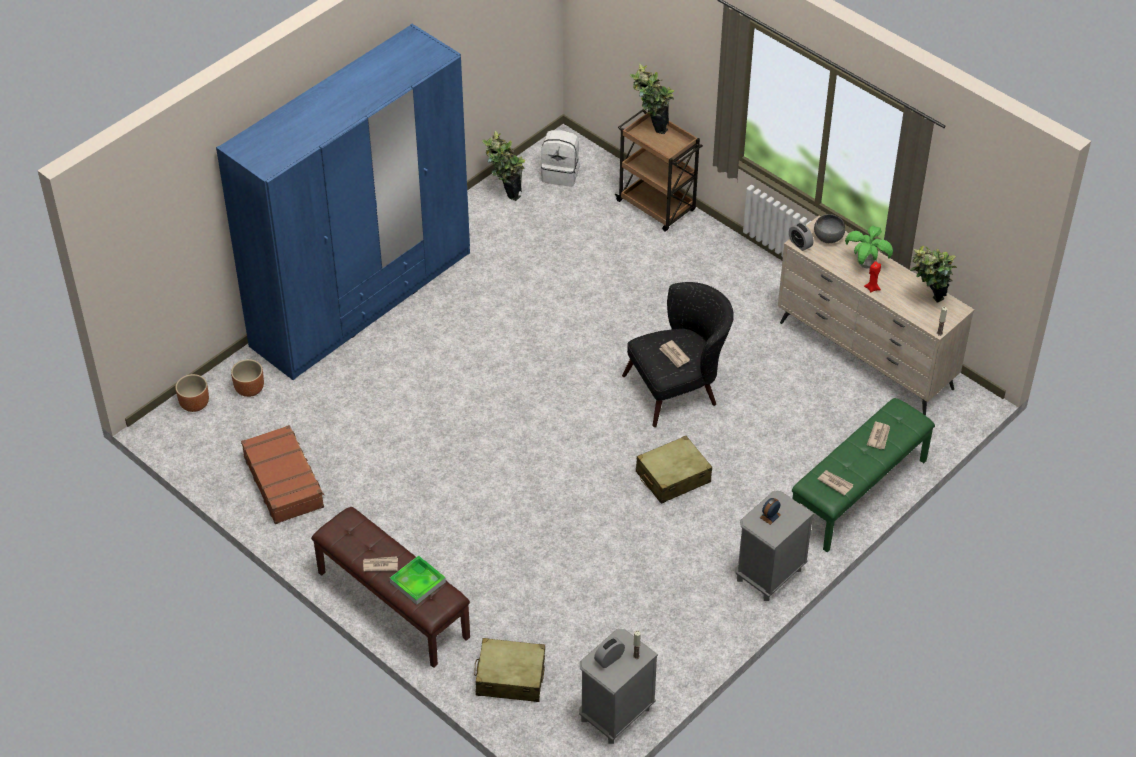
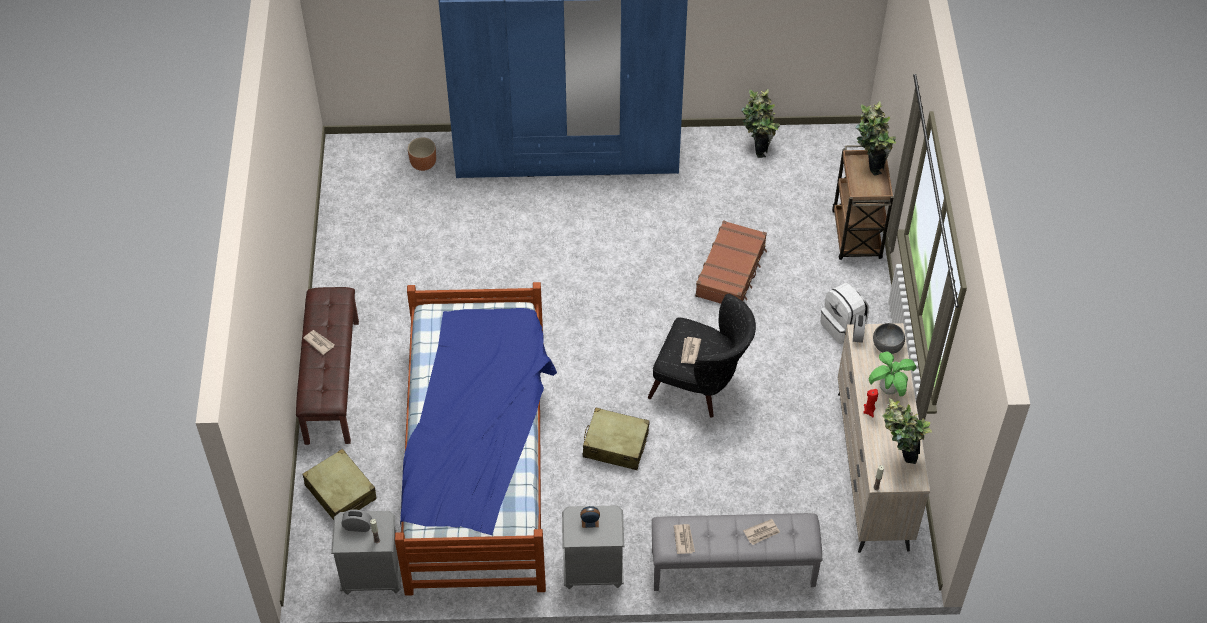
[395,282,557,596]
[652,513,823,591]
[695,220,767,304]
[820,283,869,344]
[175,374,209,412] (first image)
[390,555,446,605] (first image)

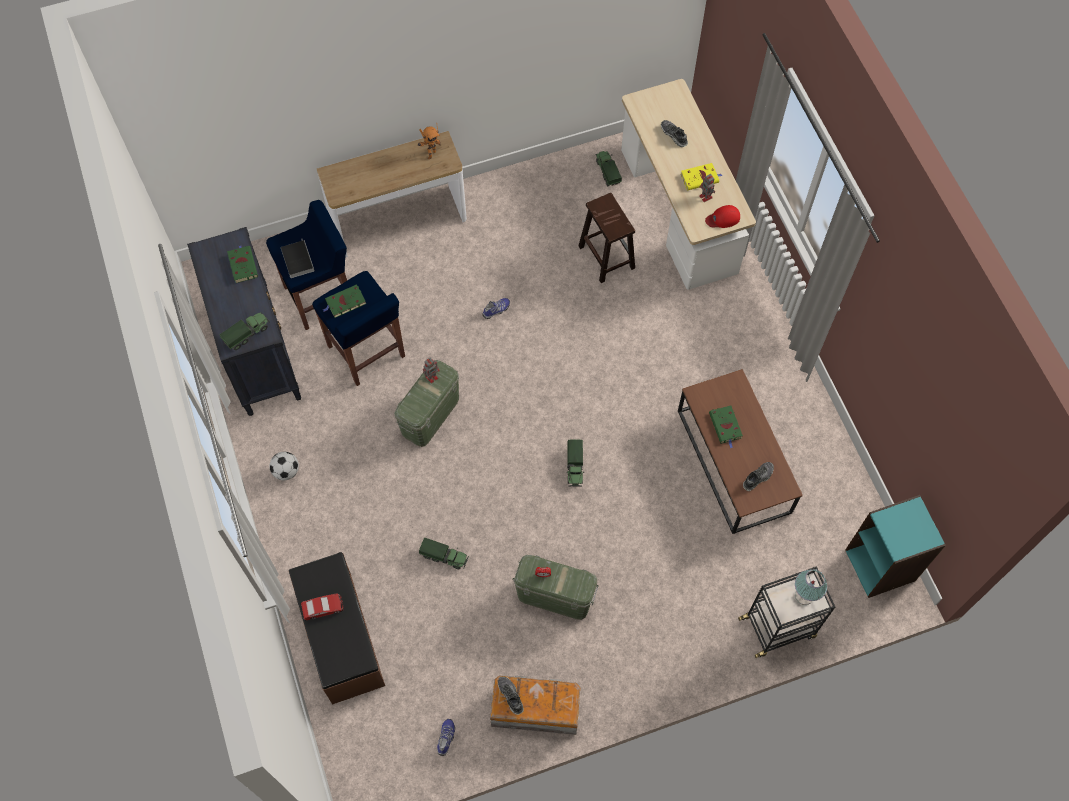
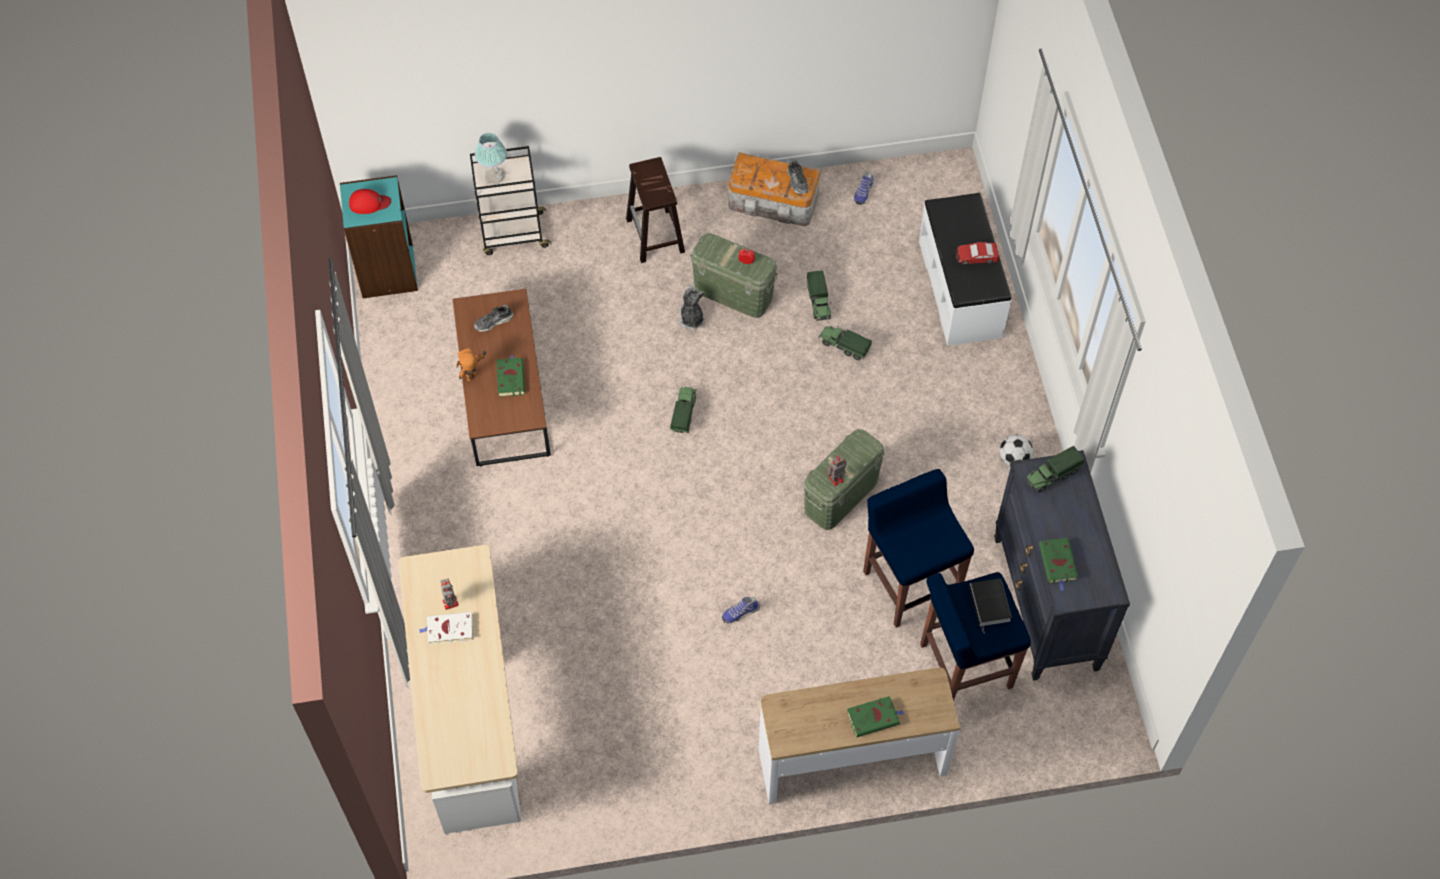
[349,189,391,214]
[419,612,473,645]
[456,348,486,381]
[626,157,685,263]
[678,285,705,330]
[807,270,831,321]
[847,696,904,737]
[919,193,1011,346]
[661,120,688,147] (first image)

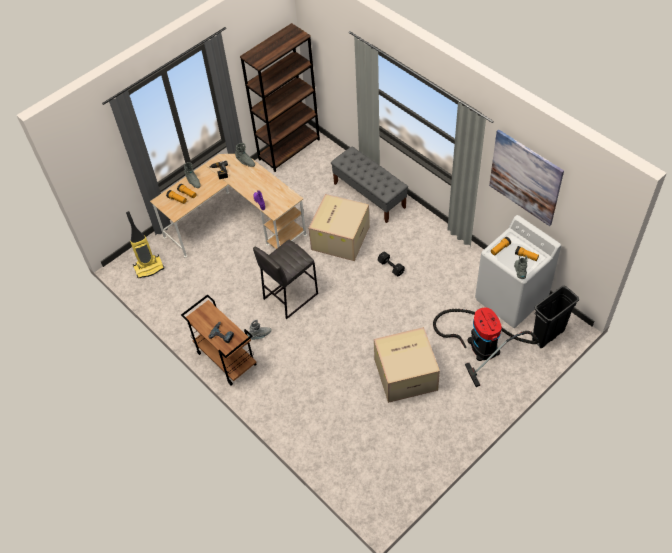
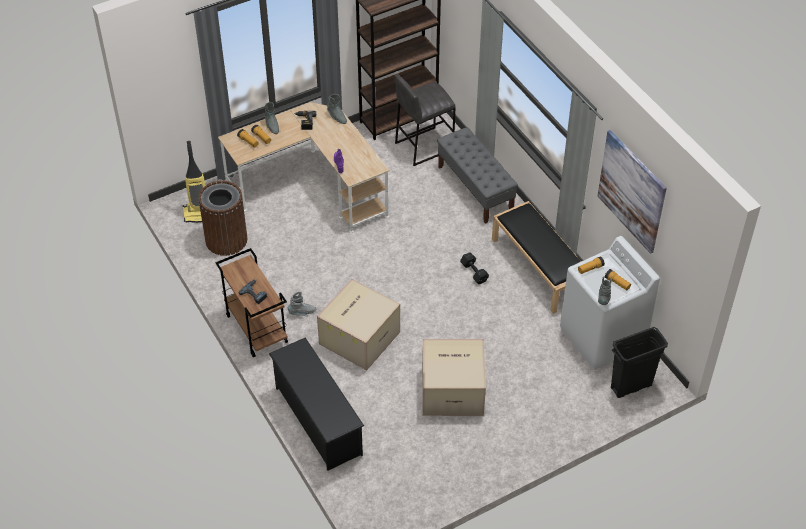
[198,181,247,256]
[269,338,364,471]
[317,279,400,370]
[395,74,455,166]
[492,201,581,314]
[433,307,539,387] (first image)

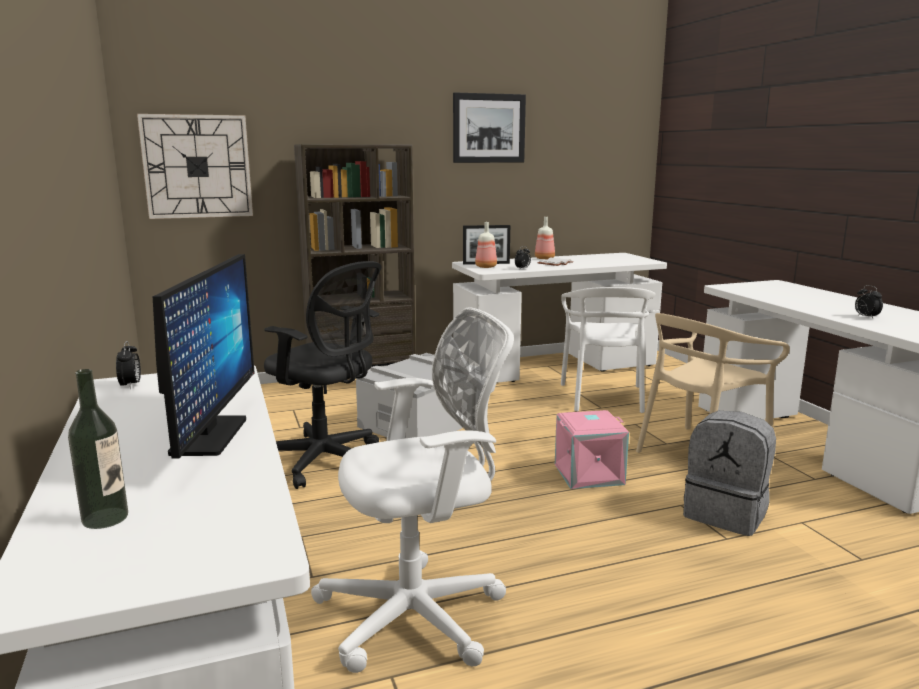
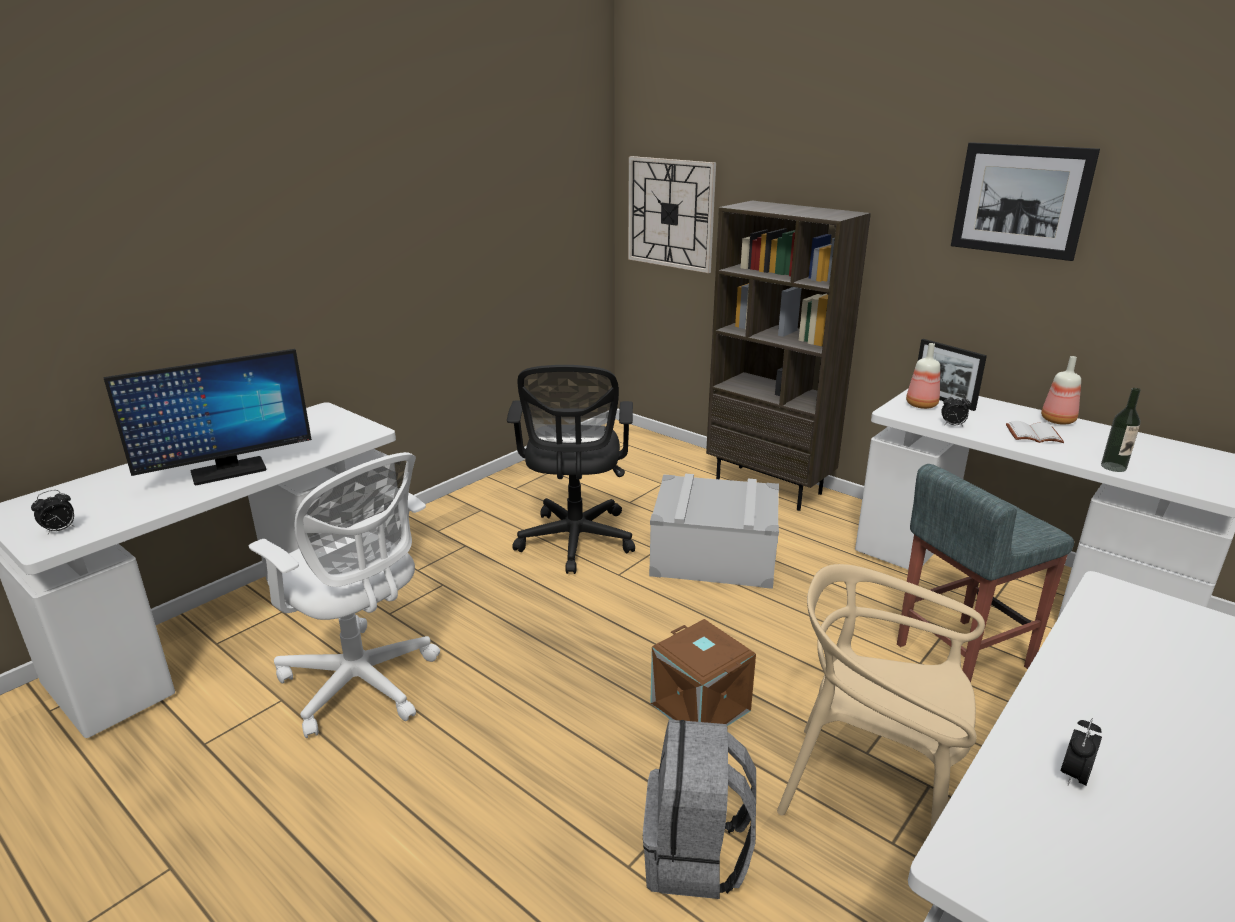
[31,490,74,535]
[650,619,756,726]
[897,464,1074,682]
[1101,388,1141,472]

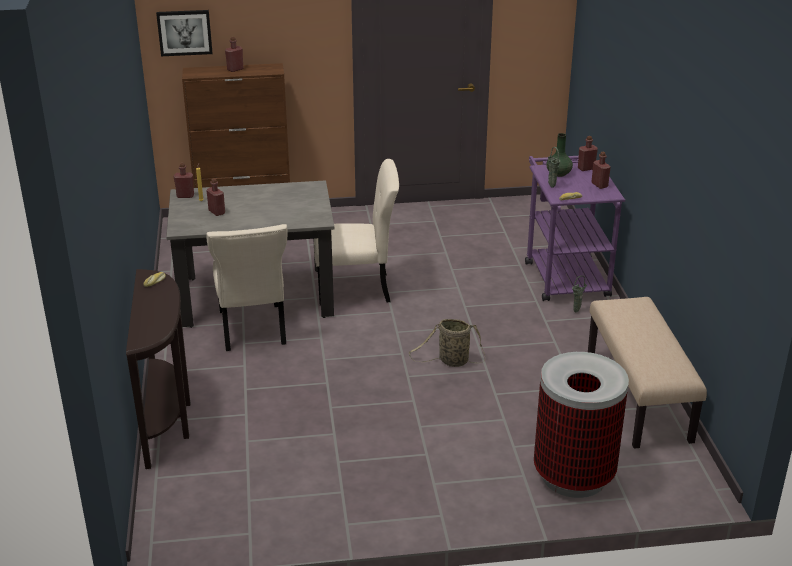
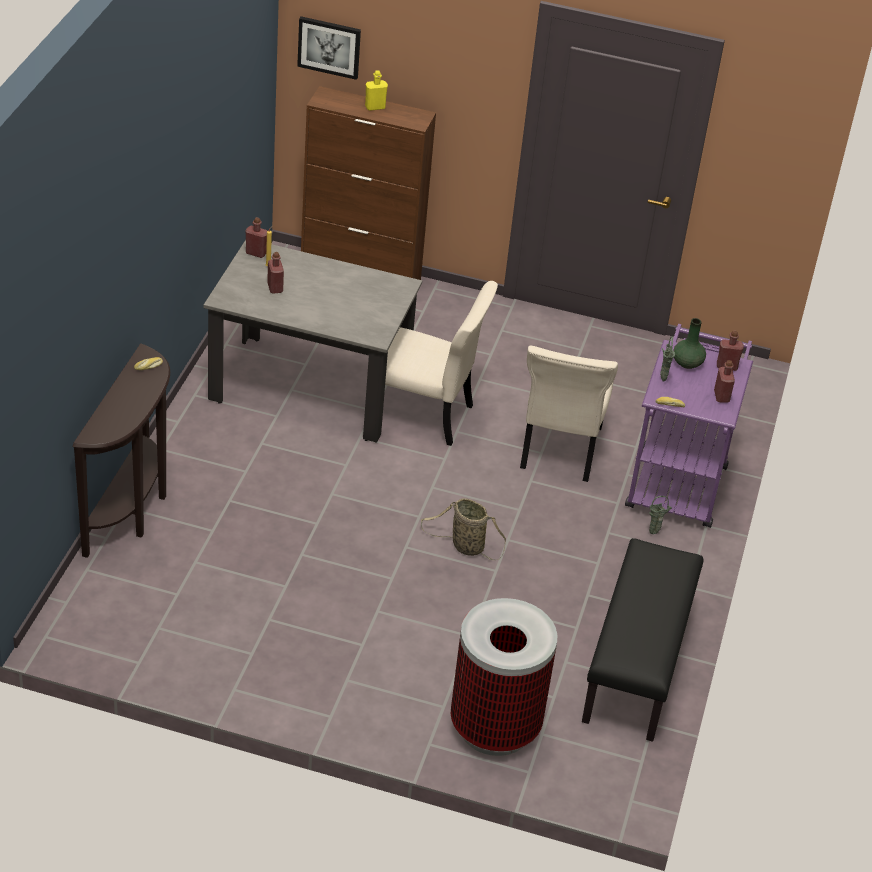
[365,70,388,111]
[520,346,618,482]
[582,538,703,742]

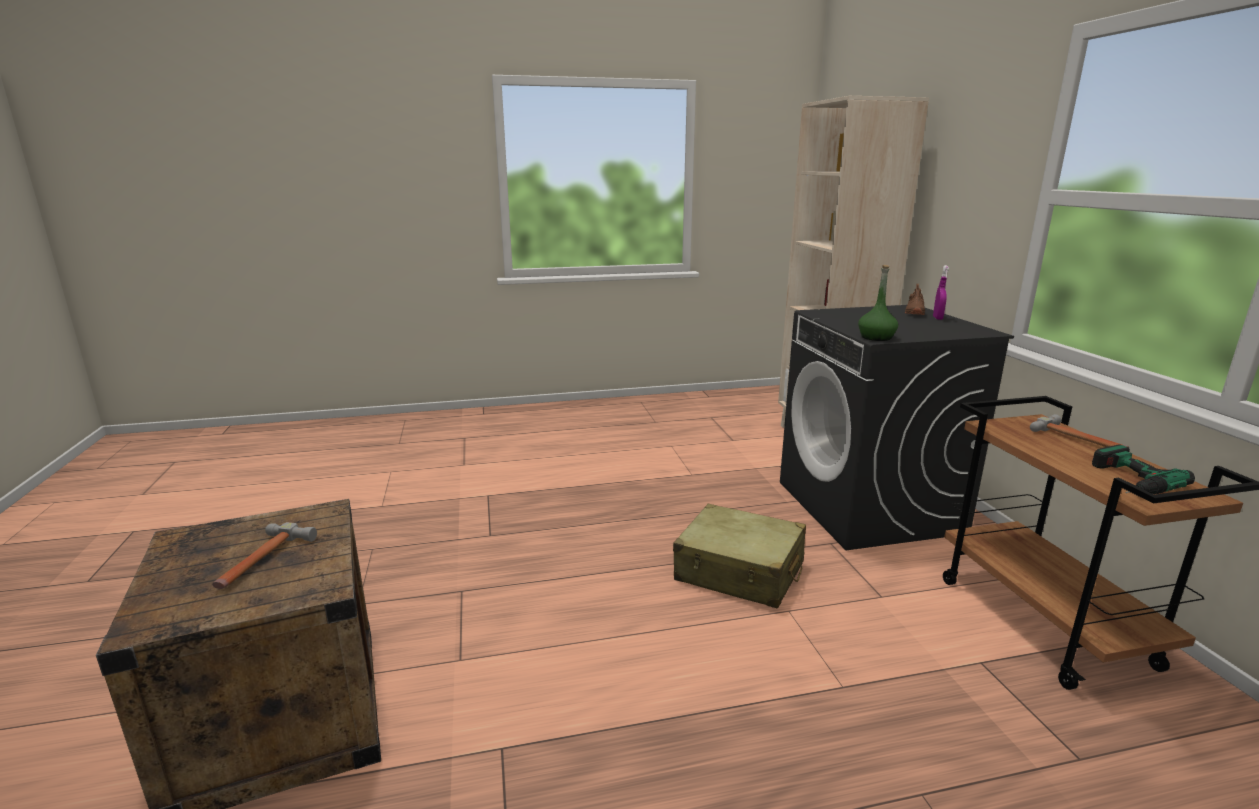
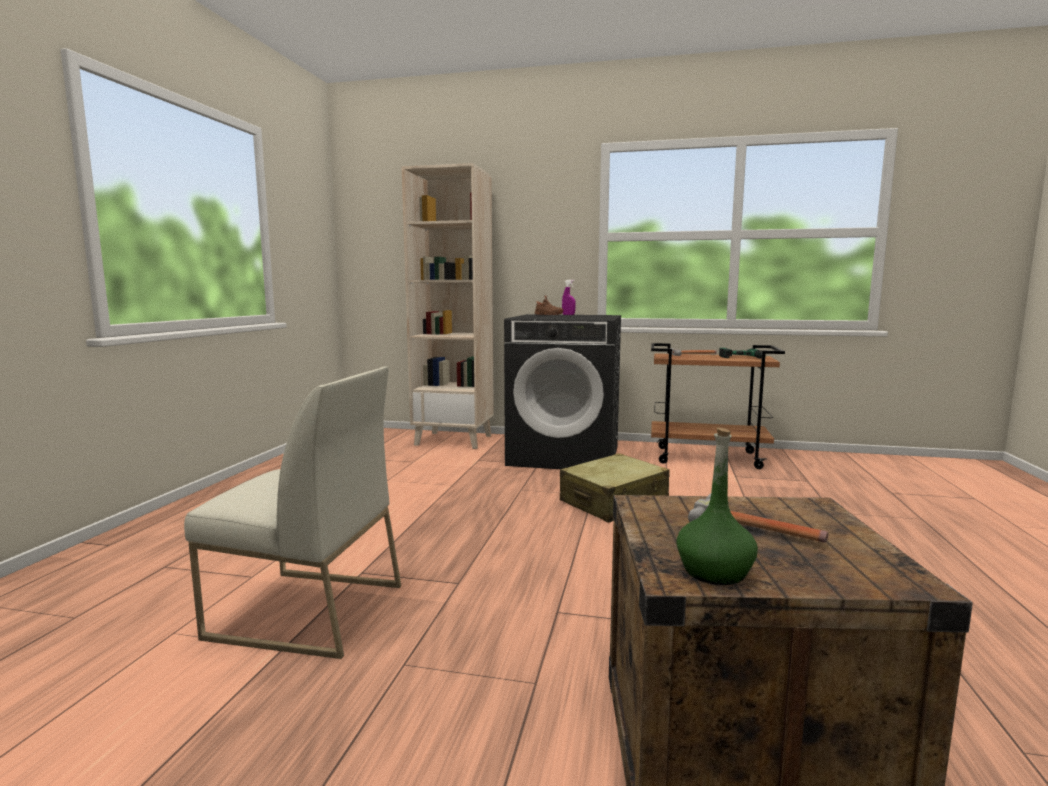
[184,367,401,659]
[676,428,758,585]

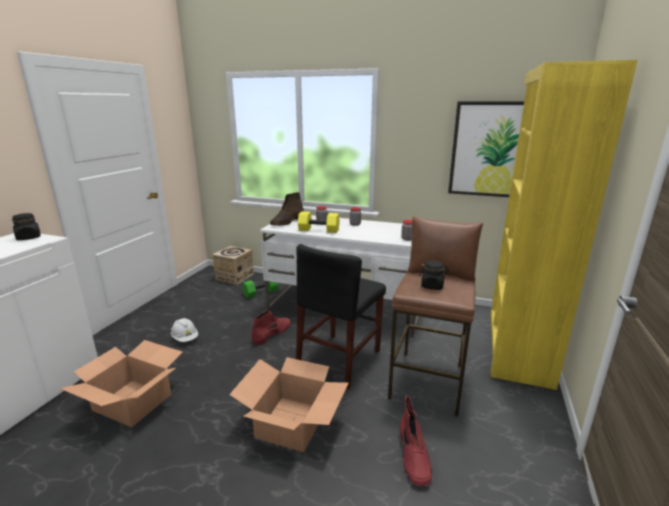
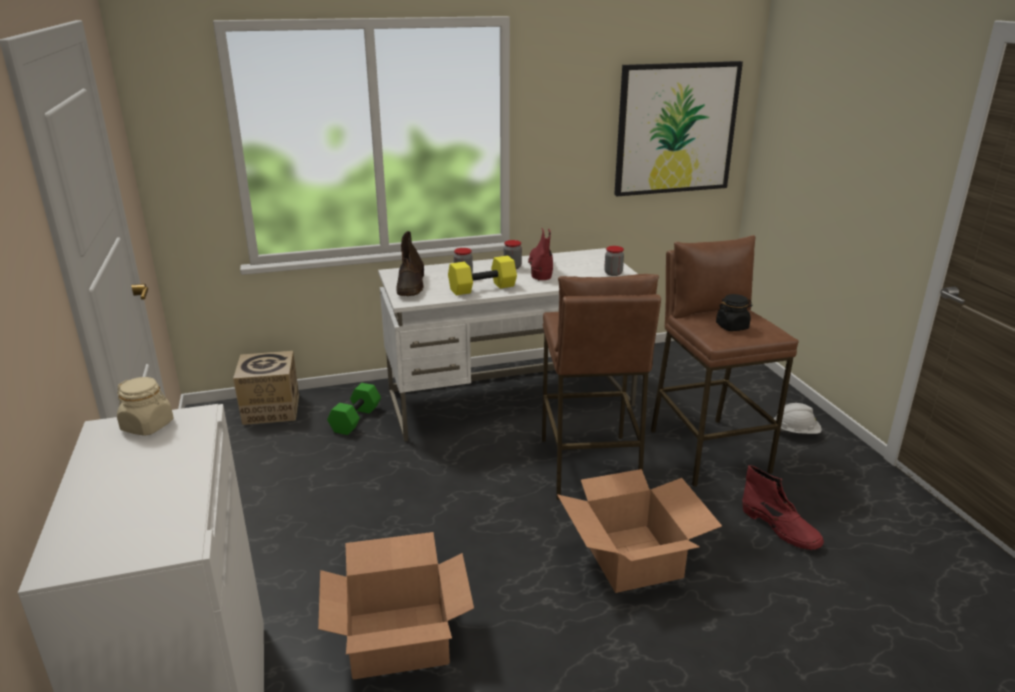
[117,377,173,436]
[528,228,553,281]
[542,274,661,500]
[774,403,822,434]
[491,60,638,390] (first image)

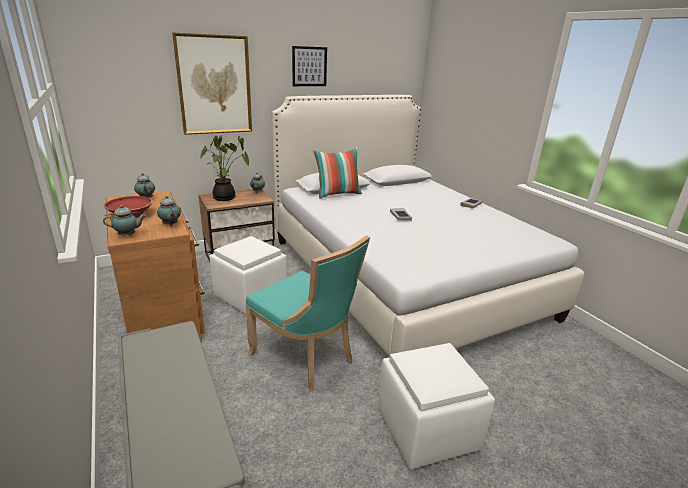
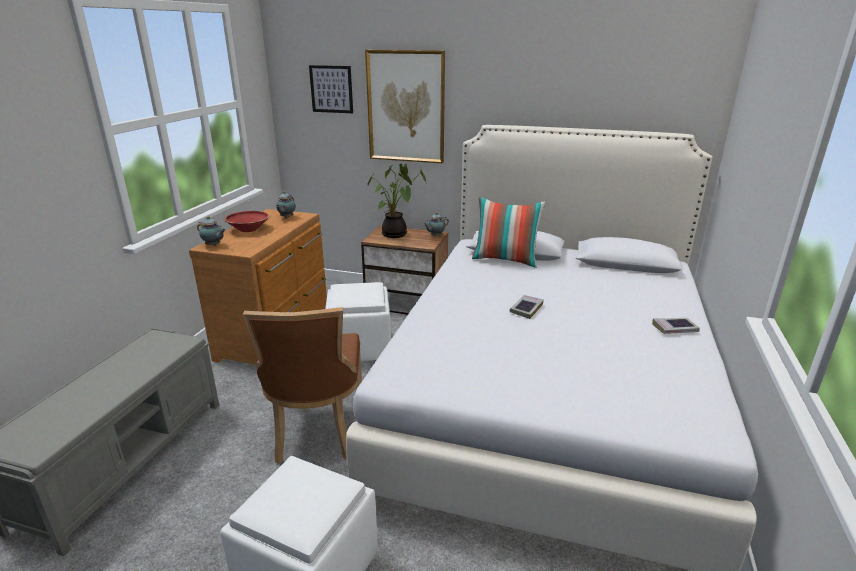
[243,307,362,464]
[309,65,353,113]
[157,195,181,226] (first image)

